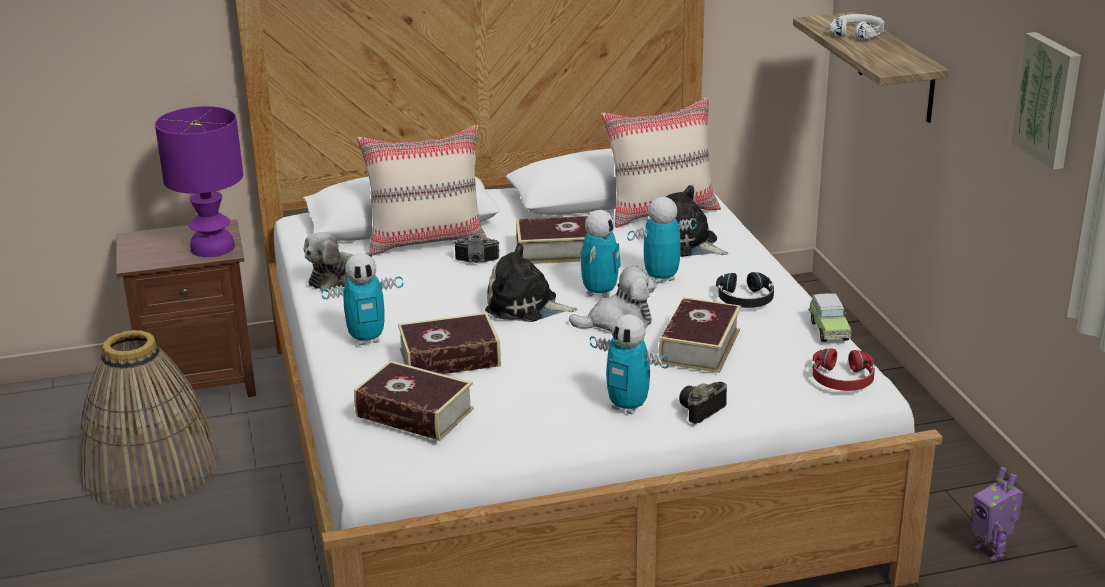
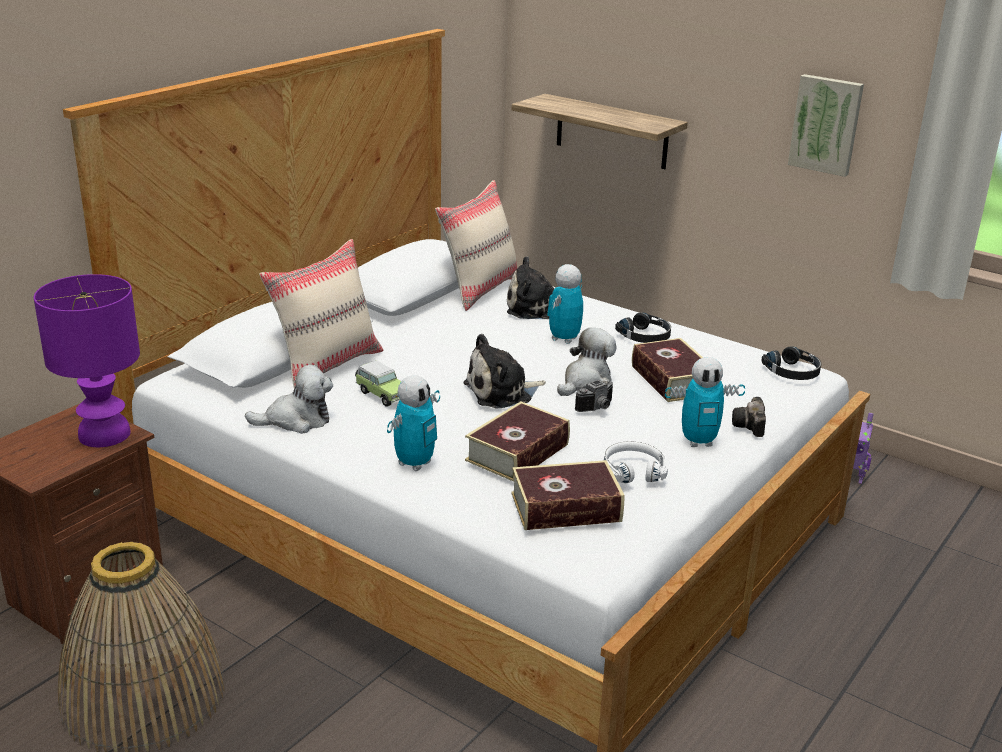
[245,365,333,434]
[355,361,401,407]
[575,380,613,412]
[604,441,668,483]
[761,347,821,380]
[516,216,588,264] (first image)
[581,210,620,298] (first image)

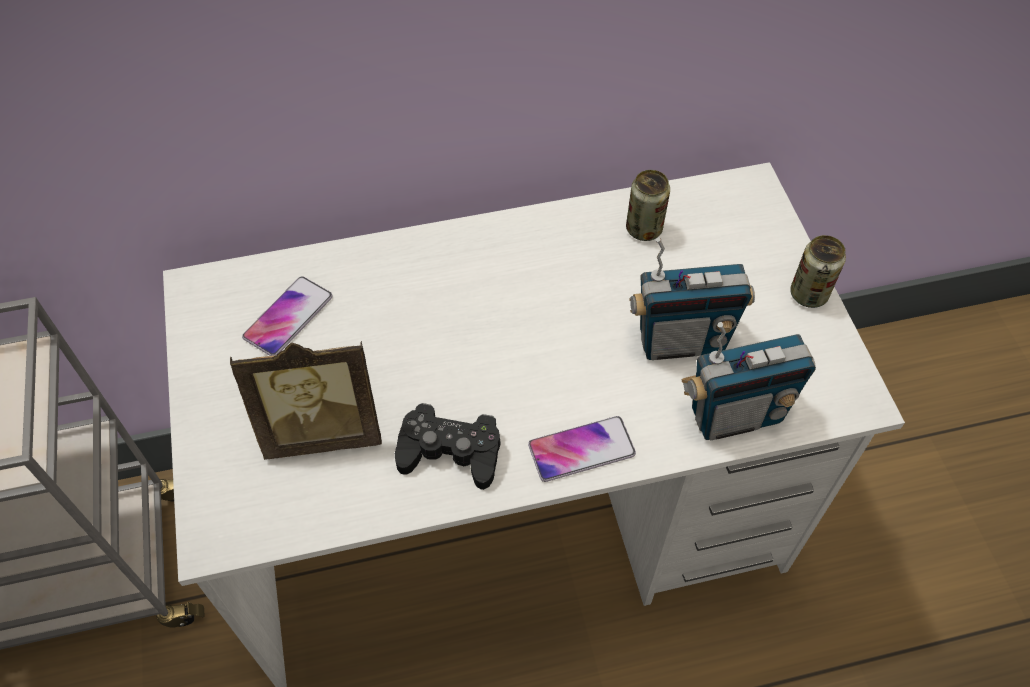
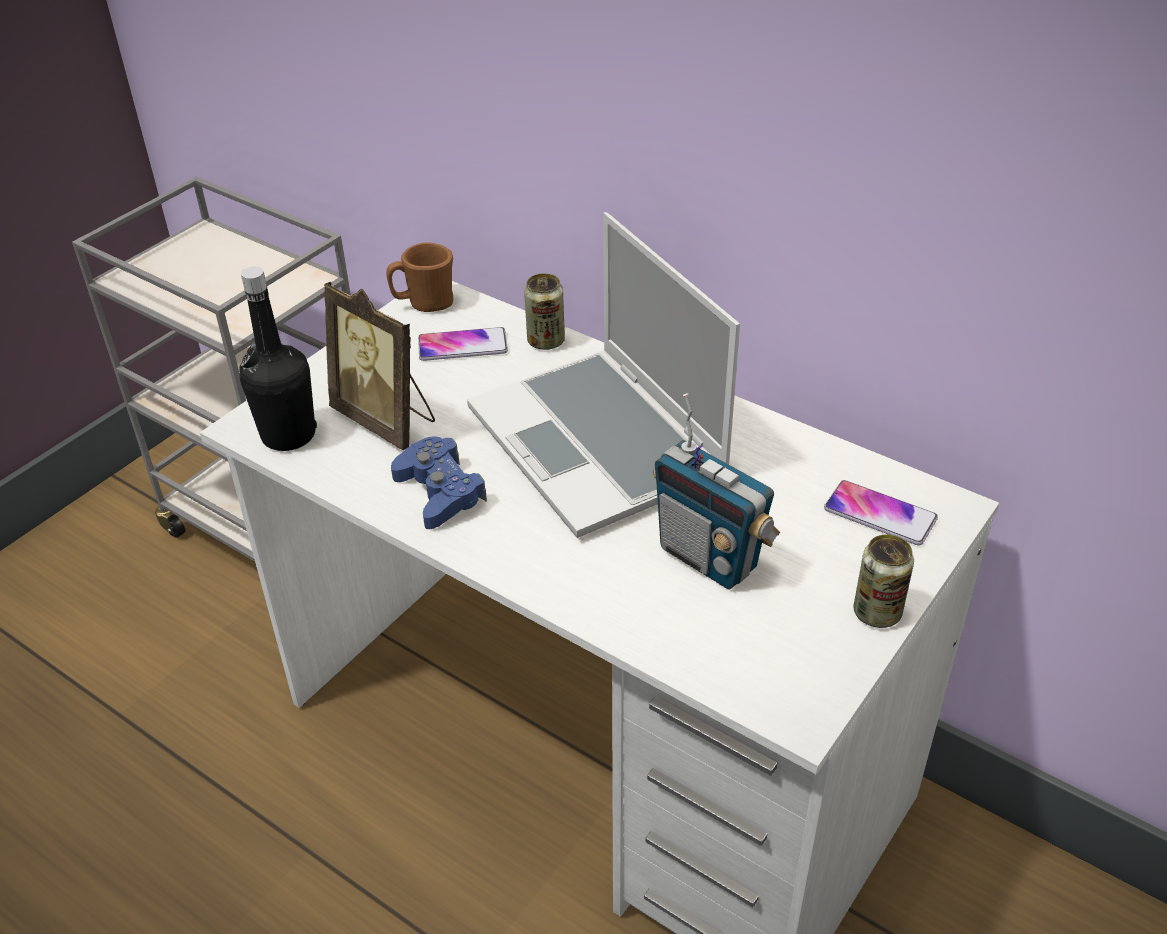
[239,266,317,451]
[386,243,453,312]
[391,436,487,529]
[467,212,740,538]
[524,273,565,350]
[824,480,938,545]
[681,322,816,440] (first image)

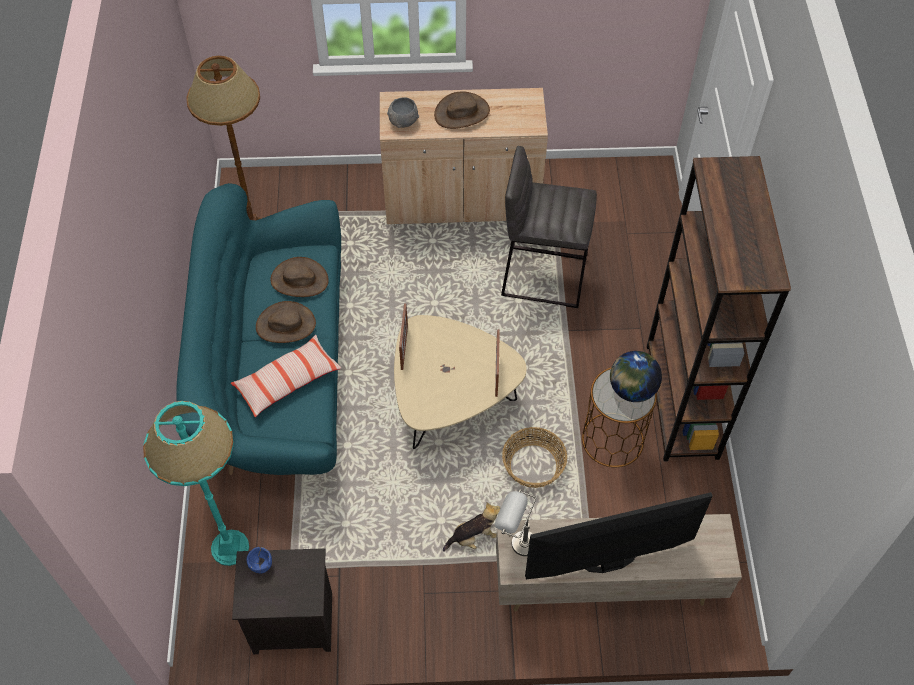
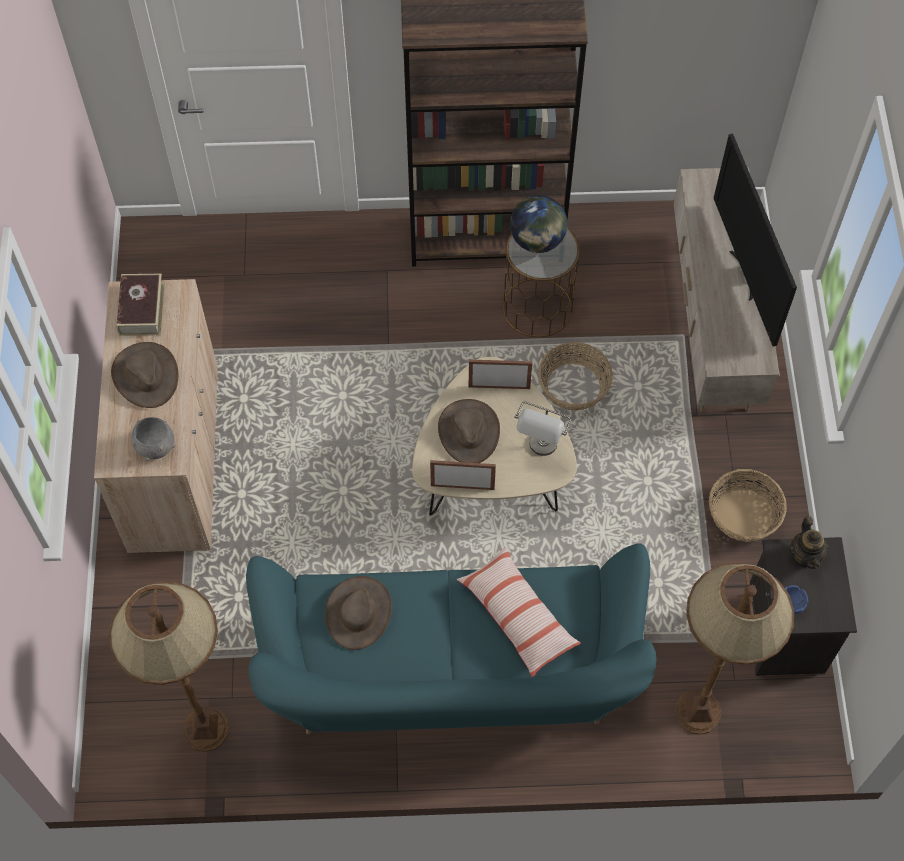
[116,274,164,336]
[438,399,500,463]
[514,401,571,456]
[675,563,794,735]
[709,469,787,542]
[789,516,829,569]
[443,502,500,552] (first image)
[501,146,597,308] (first image)

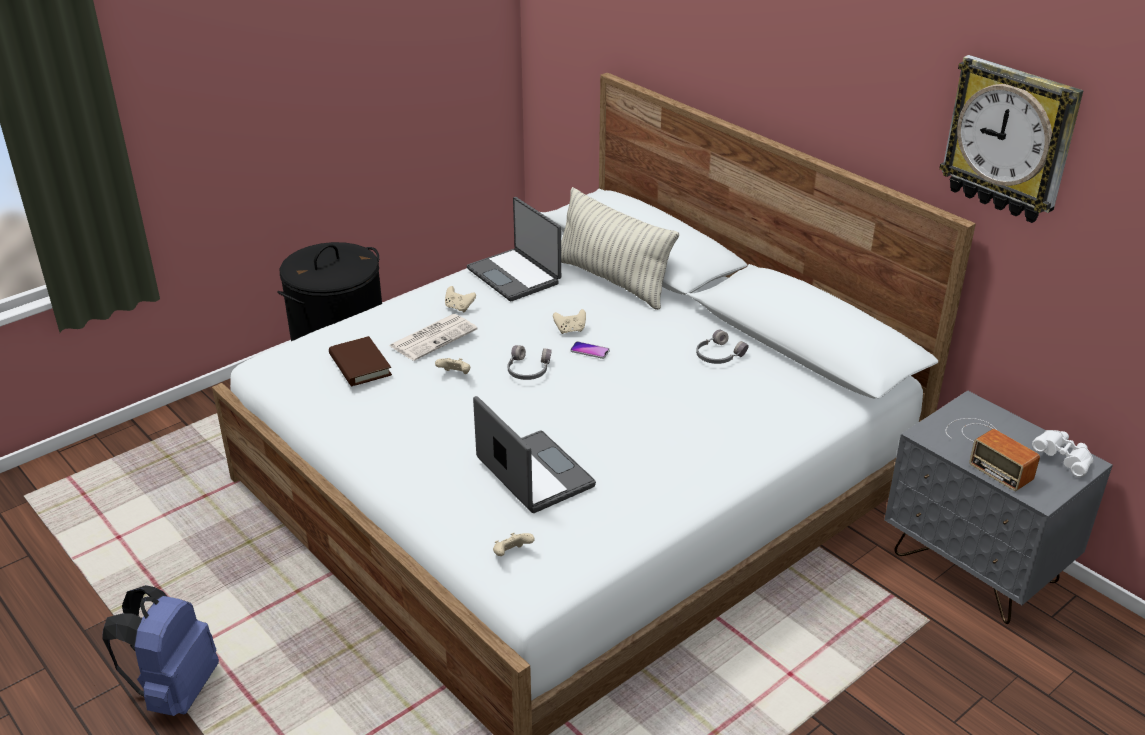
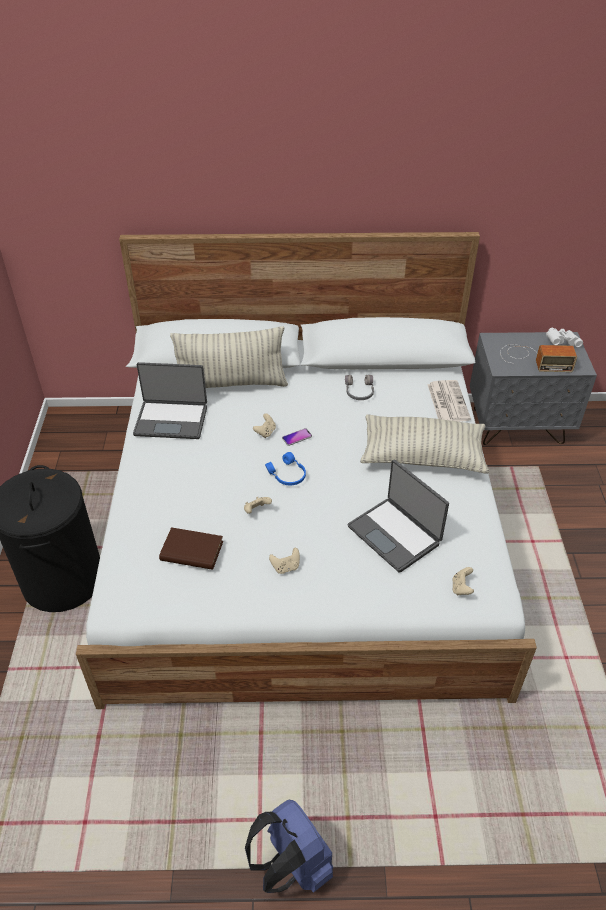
[265,452,306,485]
[269,548,300,574]
[347,459,449,573]
[360,414,489,474]
[427,380,471,422]
[939,55,1084,223] (first image)

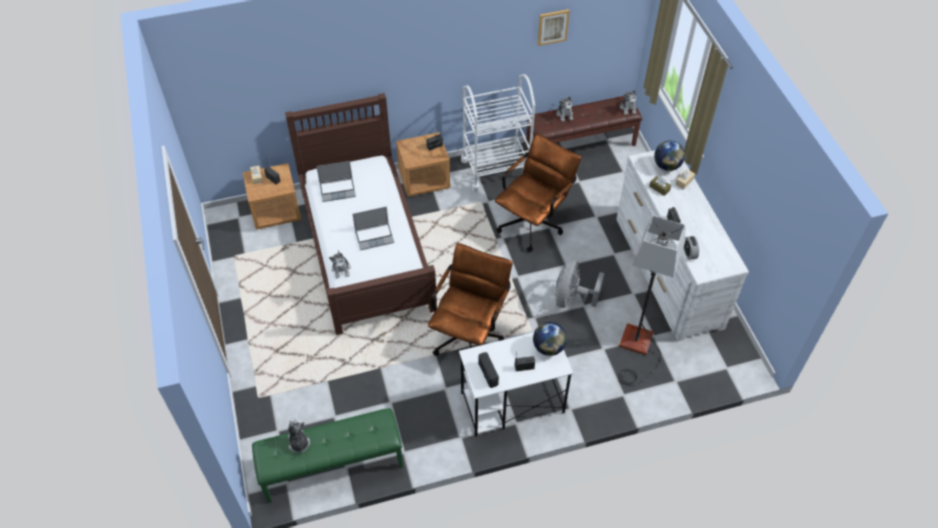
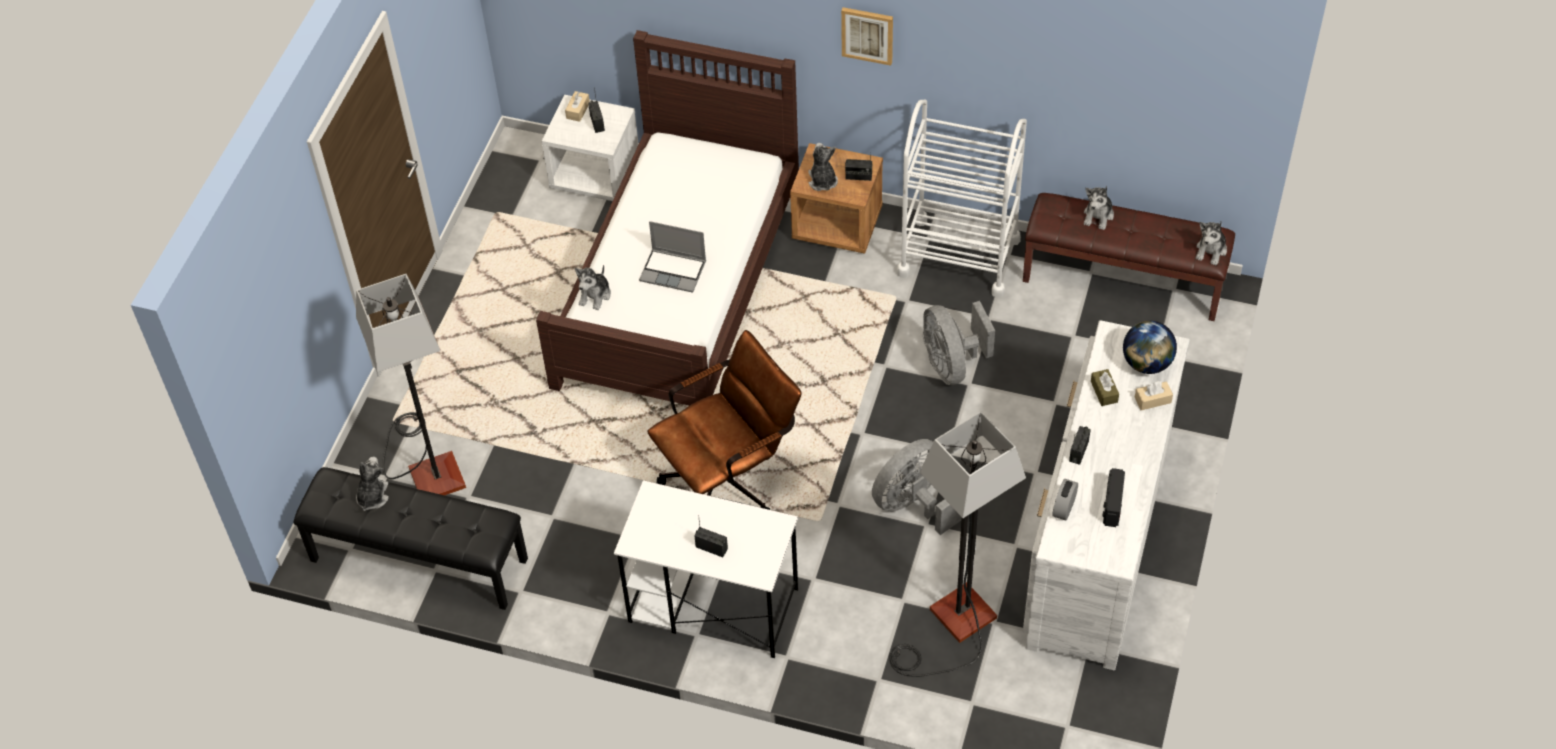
[294,467,528,610]
[356,274,466,495]
[542,95,639,201]
[808,143,838,191]
[841,7,893,65]
[923,301,995,385]
[1102,468,1125,527]
[316,161,356,202] (first image)
[533,322,567,356] (first image)

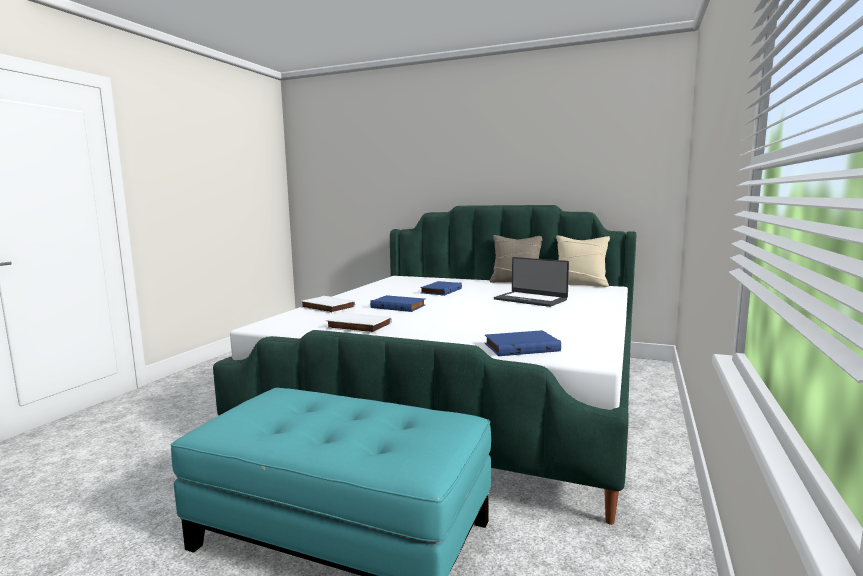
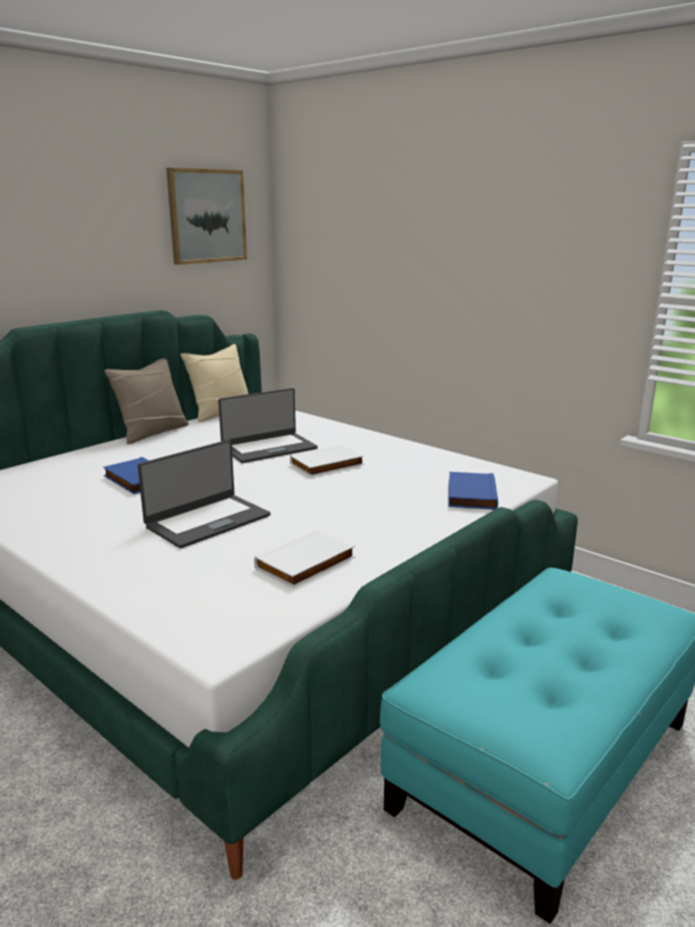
[138,440,270,548]
[166,168,247,265]
[290,444,364,477]

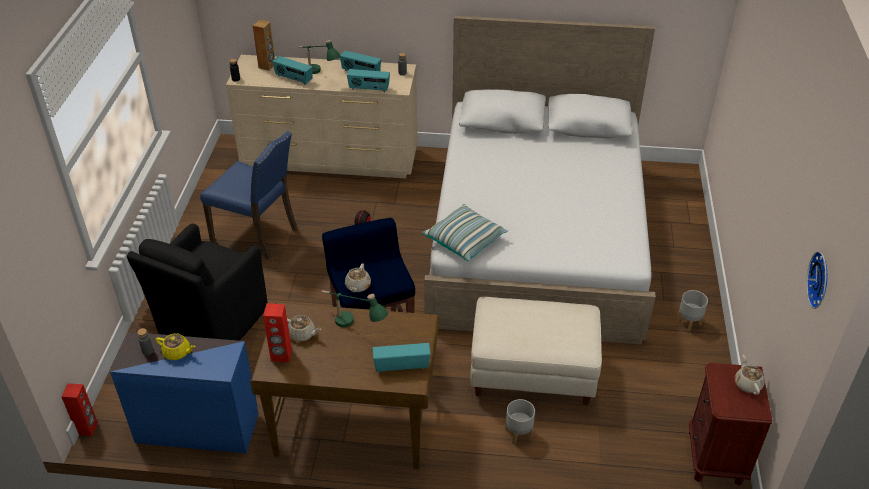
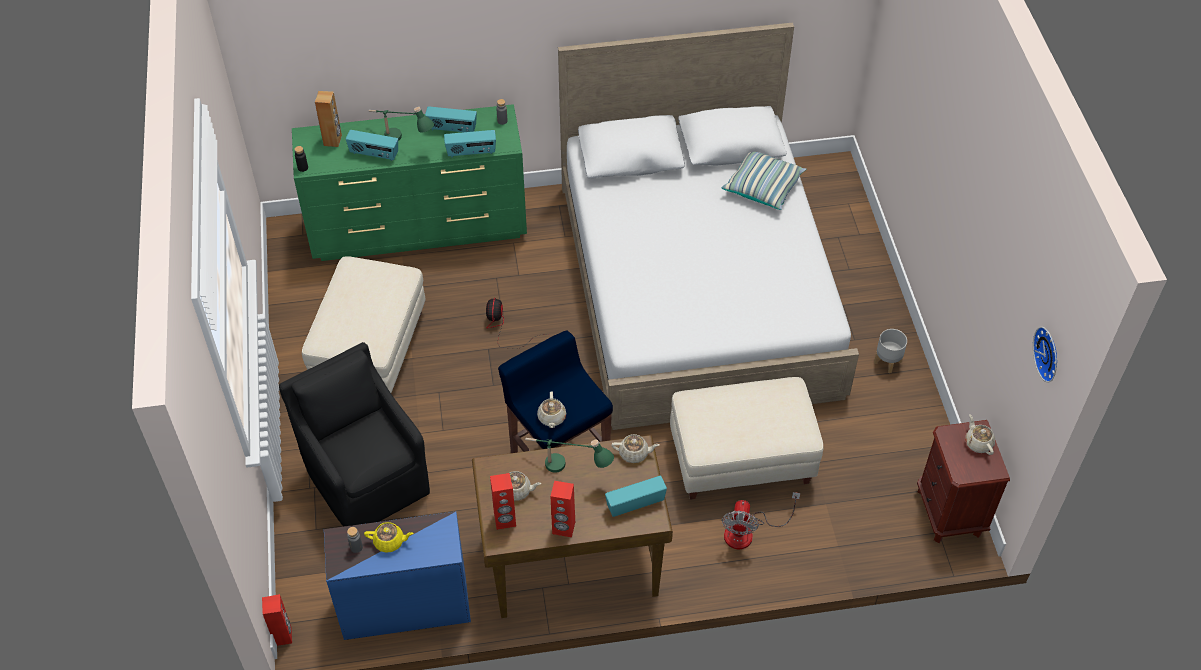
[279,342,430,527]
[292,104,527,261]
[302,256,426,393]
[550,481,575,537]
[611,434,660,463]
[722,152,806,210]
[722,492,800,549]

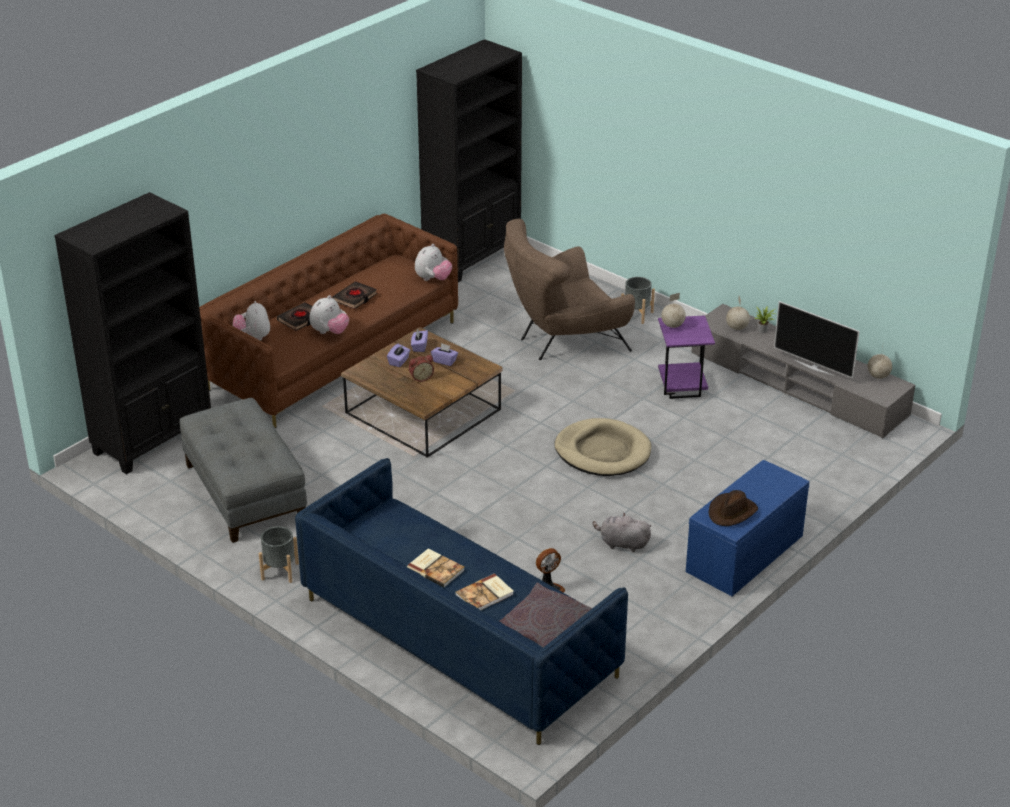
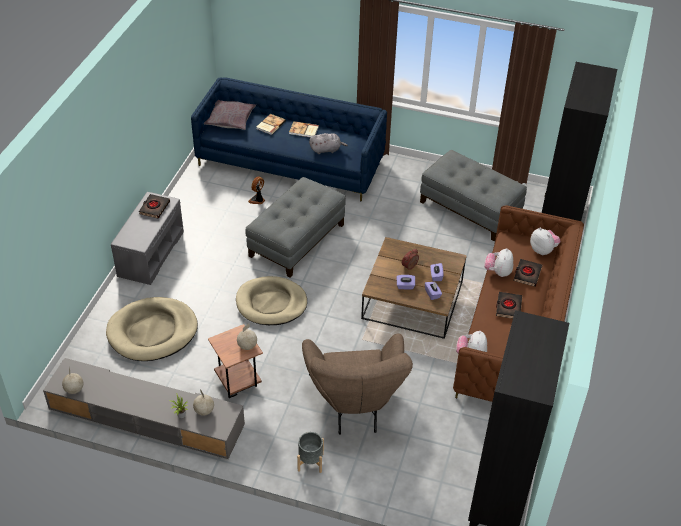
[106,297,198,361]
[111,192,184,285]
[139,194,170,219]
[208,324,263,398]
[245,177,346,278]
[302,334,413,435]
[309,133,348,154]
[259,526,299,583] (first image)
[774,301,860,378] (first image)

